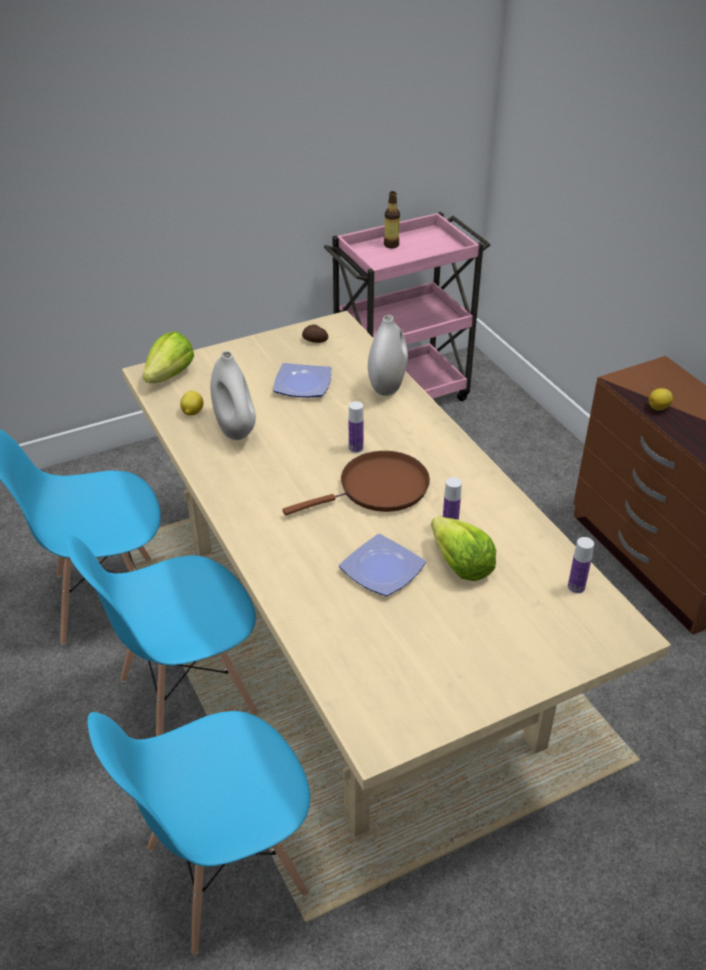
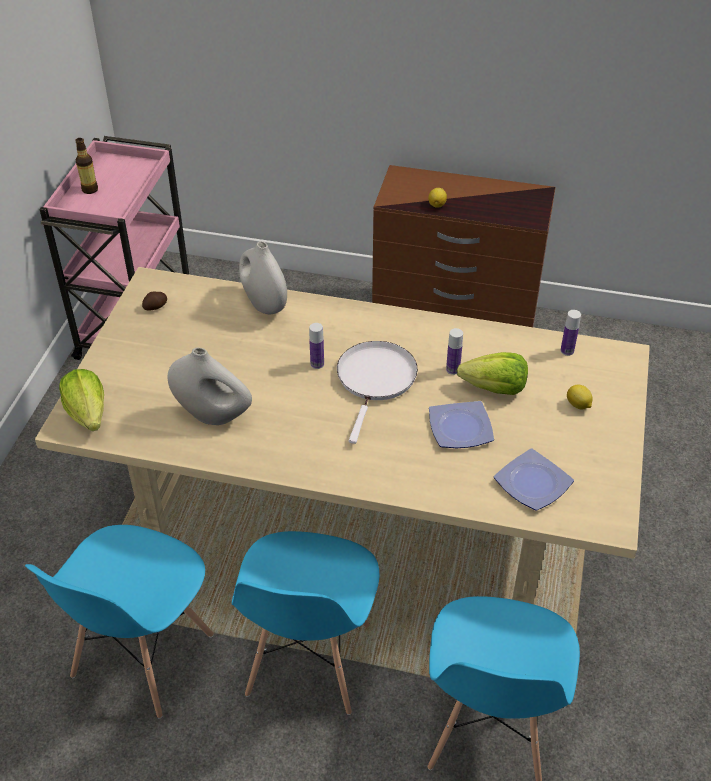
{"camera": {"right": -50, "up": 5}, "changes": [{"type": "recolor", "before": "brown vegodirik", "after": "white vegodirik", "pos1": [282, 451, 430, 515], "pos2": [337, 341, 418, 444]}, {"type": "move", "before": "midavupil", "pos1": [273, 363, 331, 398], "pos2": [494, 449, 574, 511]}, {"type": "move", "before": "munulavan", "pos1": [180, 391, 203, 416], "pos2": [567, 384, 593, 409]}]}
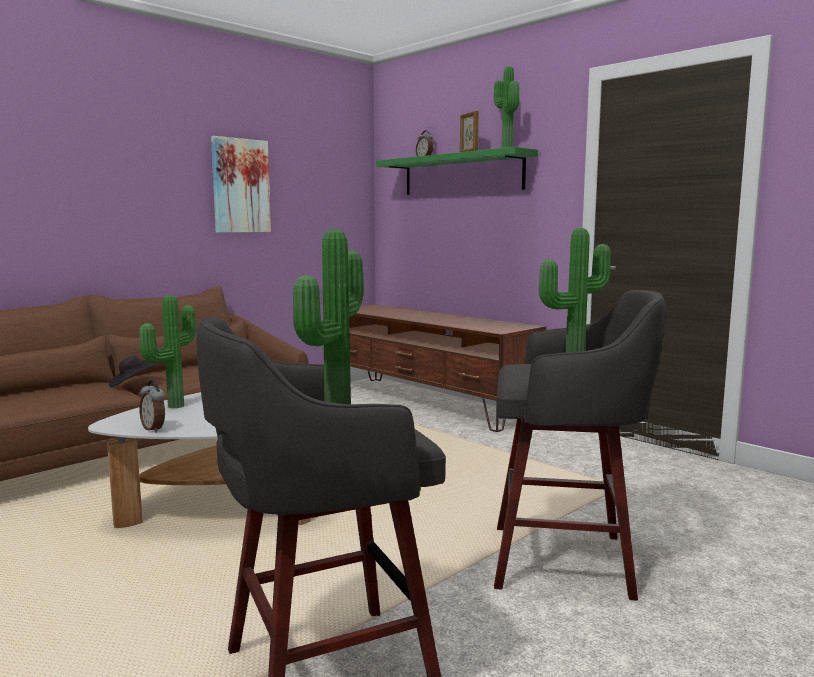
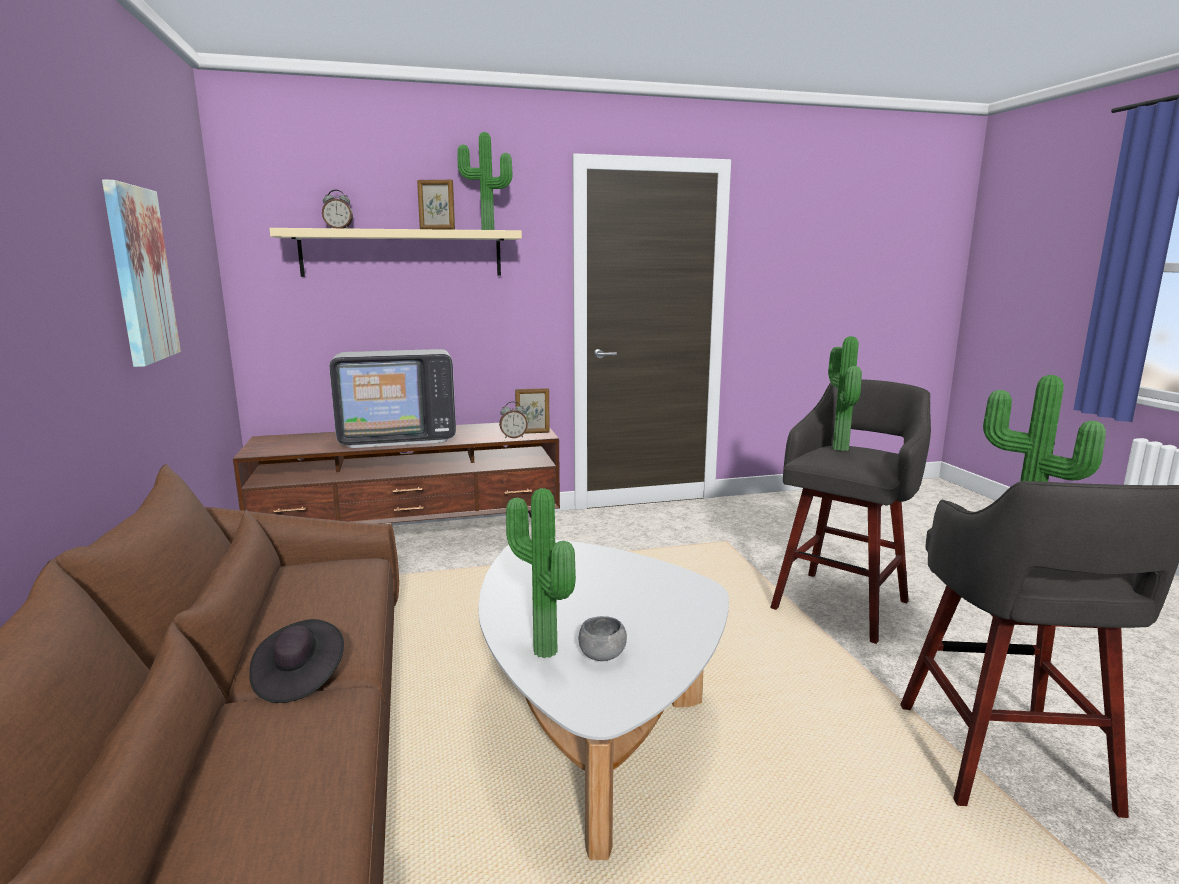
{"camera": {"right": -60, "up": 5}, "changes": [{"type": "recolor", "before": "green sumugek", "after": "beige sumugek", "pos1": [376, 147, 538, 195], "pos2": [269, 228, 522, 277]}, {"type": "insert", "after": "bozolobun", "pos2": [329, 349, 456, 448]}, {"type": "move", "before": "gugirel", "pos1": [139, 380, 165, 433], "pos2": [499, 401, 528, 439]}, {"type": "insert", "after": "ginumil", "pos2": [515, 388, 549, 434]}, {"type": "insert", "after": "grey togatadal", "pos2": [579, 616, 627, 661]}]}
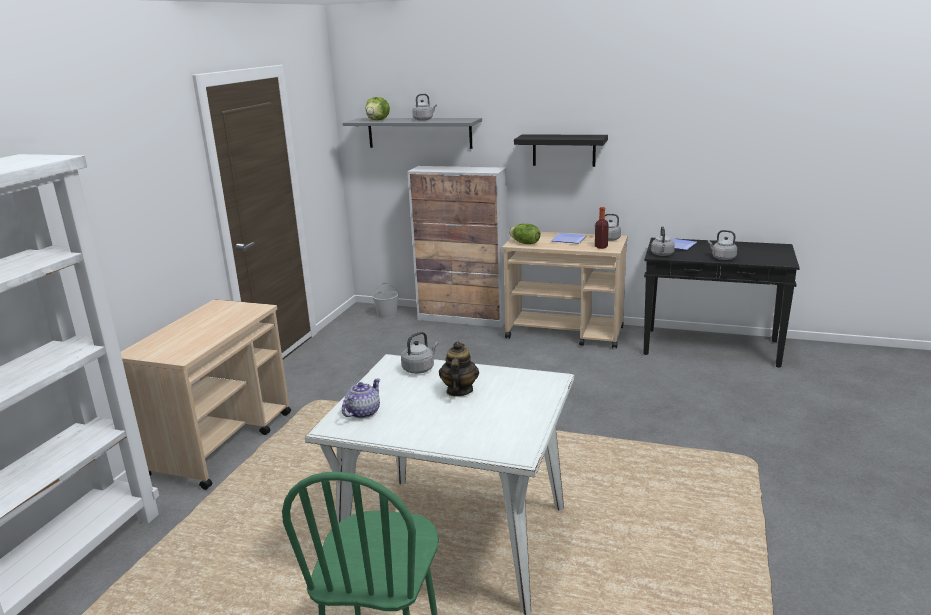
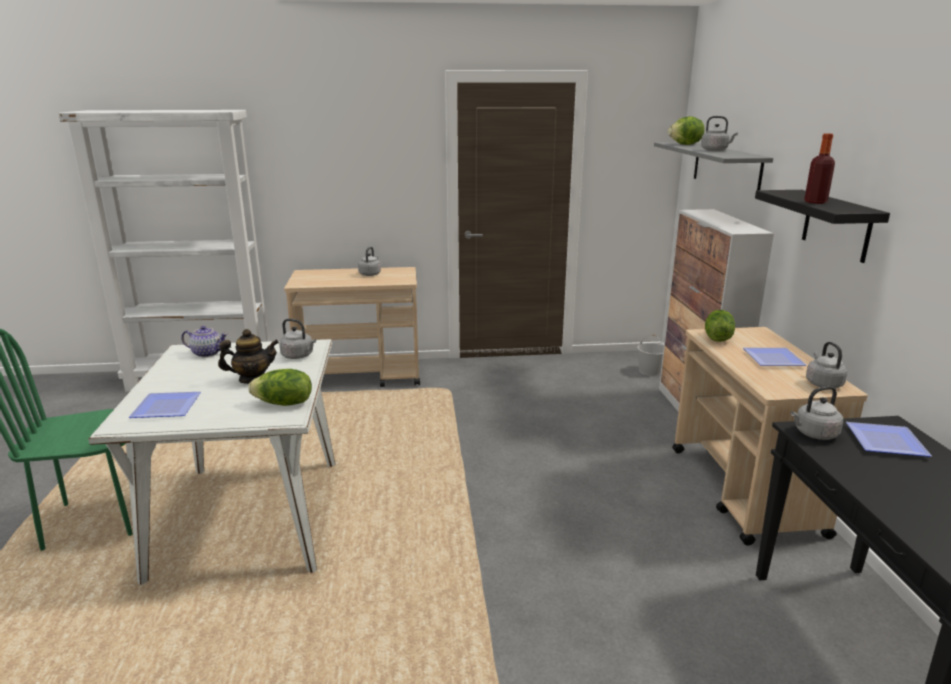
{"camera": {"right": 65, "up": 0}, "changes": [{"type": "insert", "after": "midavupil", "pos2": [129, 392, 201, 418]}, {"type": "insert", "after": "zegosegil", "pos2": [248, 369, 312, 406]}, {"type": "move", "before": "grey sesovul", "pos1": [708, 230, 737, 260], "pos2": [358, 247, 381, 276]}, {"type": "move", "before": "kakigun", "pos1": [595, 207, 609, 249], "pos2": [804, 133, 835, 204]}]}
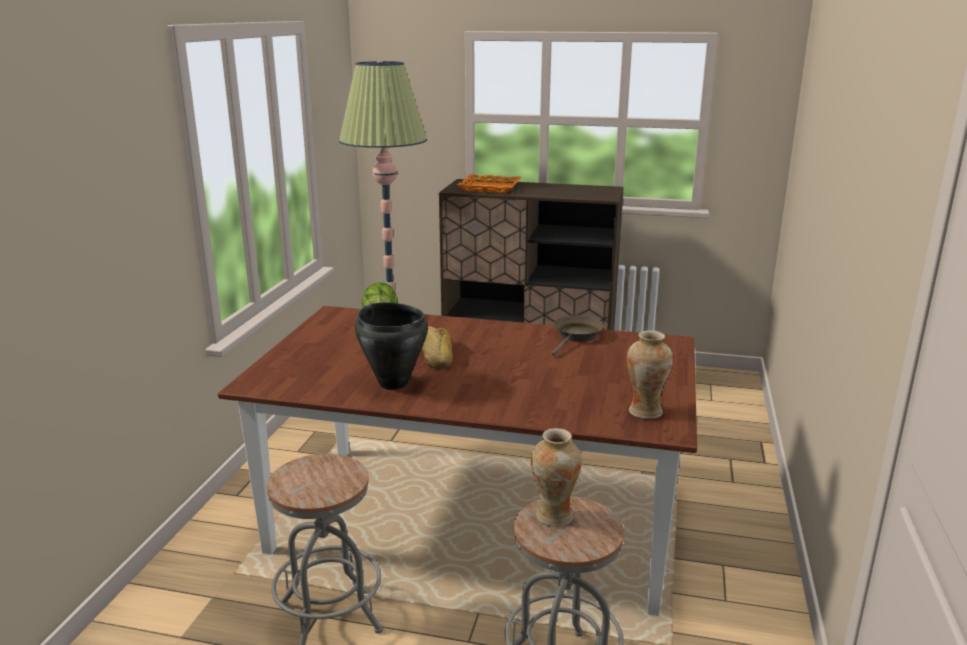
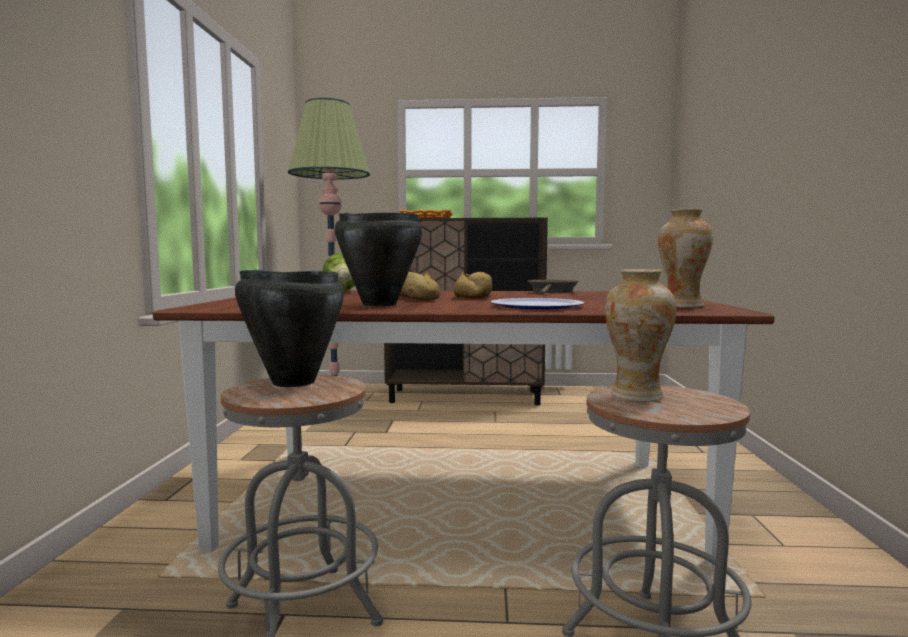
{"camera": {"right": -10, "up": -15}, "changes": [{"type": "insert", "after": "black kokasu", "pos2": [235, 269, 344, 387]}, {"type": "insert", "after": "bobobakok", "pos2": [454, 272, 492, 299]}, {"type": "insert", "after": "midavupil", "pos2": [491, 298, 584, 310]}]}
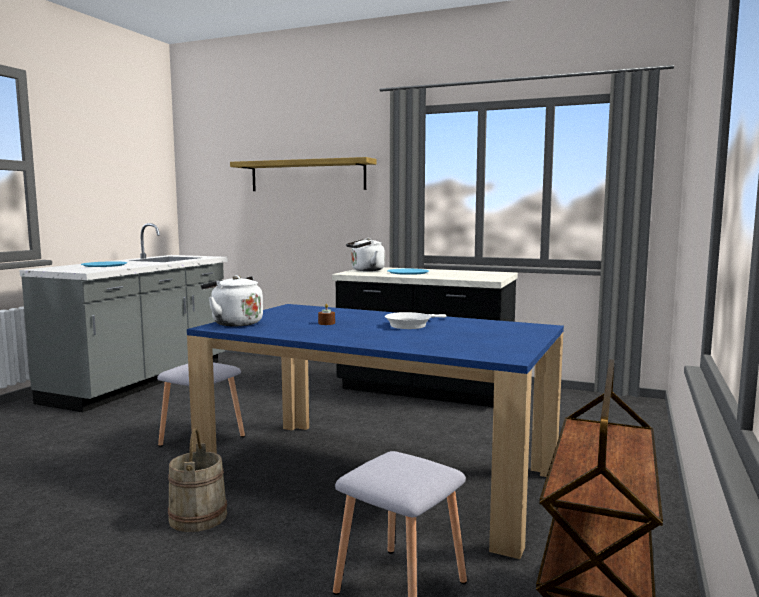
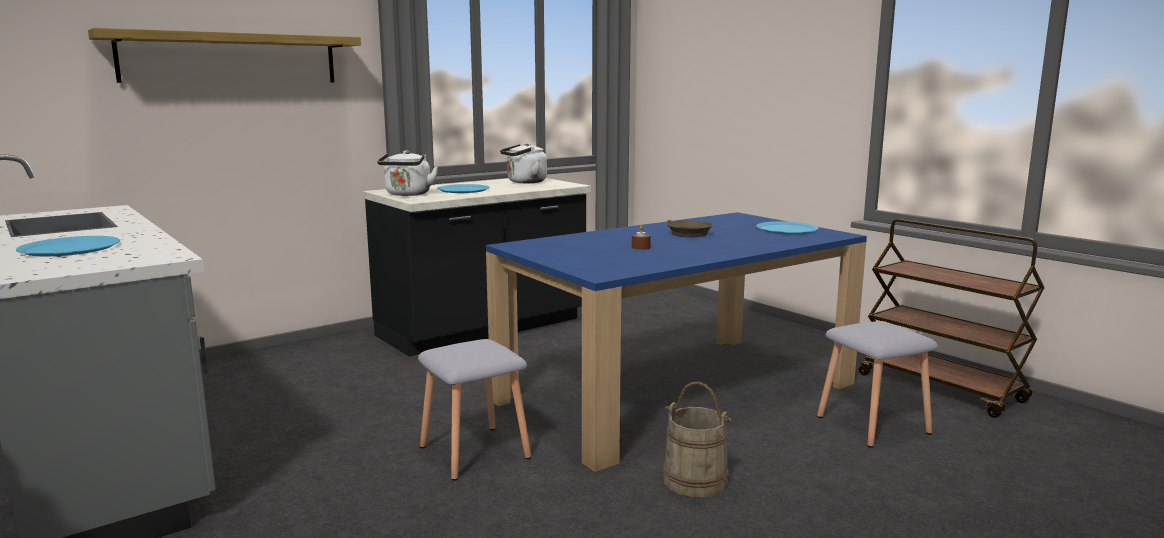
{"camera": {"right": -60, "up": 5}, "changes": [{"type": "move", "before": "white sesovul", "pos1": [201, 275, 263, 326], "pos2": [500, 143, 547, 183]}, {"type": "recolor", "before": "white vegodirik", "after": "brown vegodirik", "pos1": [385, 312, 446, 329], "pos2": [667, 220, 713, 237]}, {"type": "insert", "after": "blue midavupil", "pos2": [756, 221, 819, 234]}]}
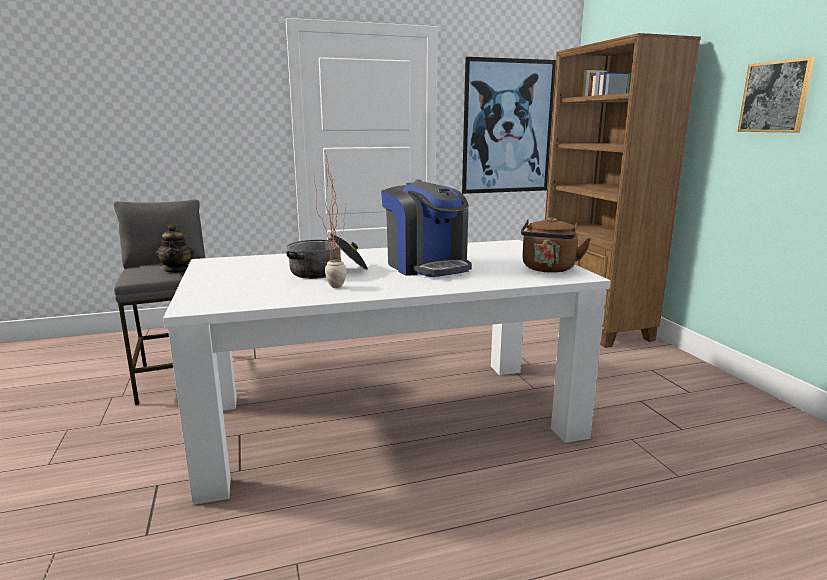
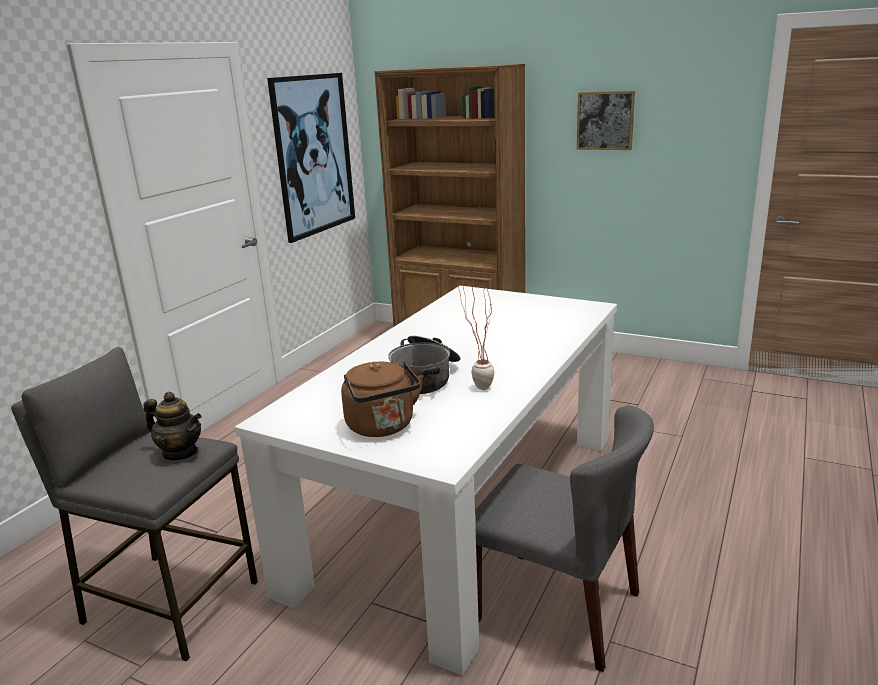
{"camera": {"right": -45, "up": 5}, "changes": [{"type": "move", "before": "brown sesovul", "pos1": [521, 217, 591, 273], "pos2": [341, 361, 423, 437]}, {"type": "insert", "after": "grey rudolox", "pos2": [475, 406, 654, 672]}, {"type": "delete", "before": "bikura", "pos1": [381, 182, 472, 277]}]}
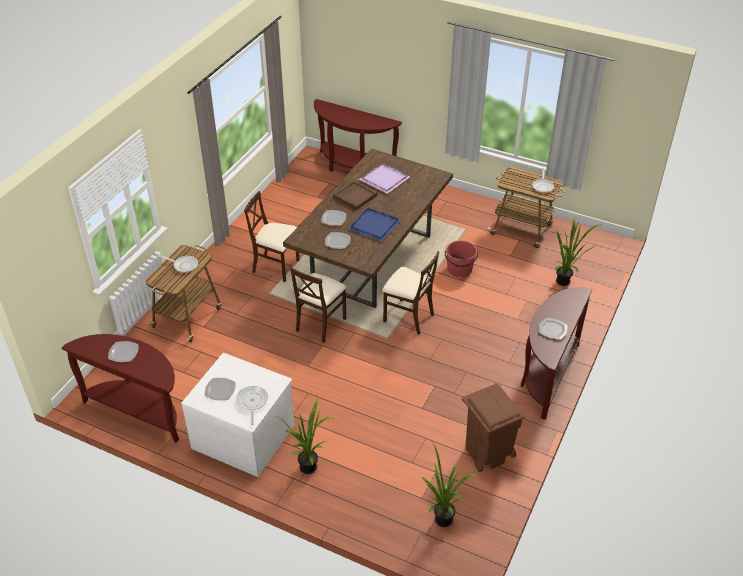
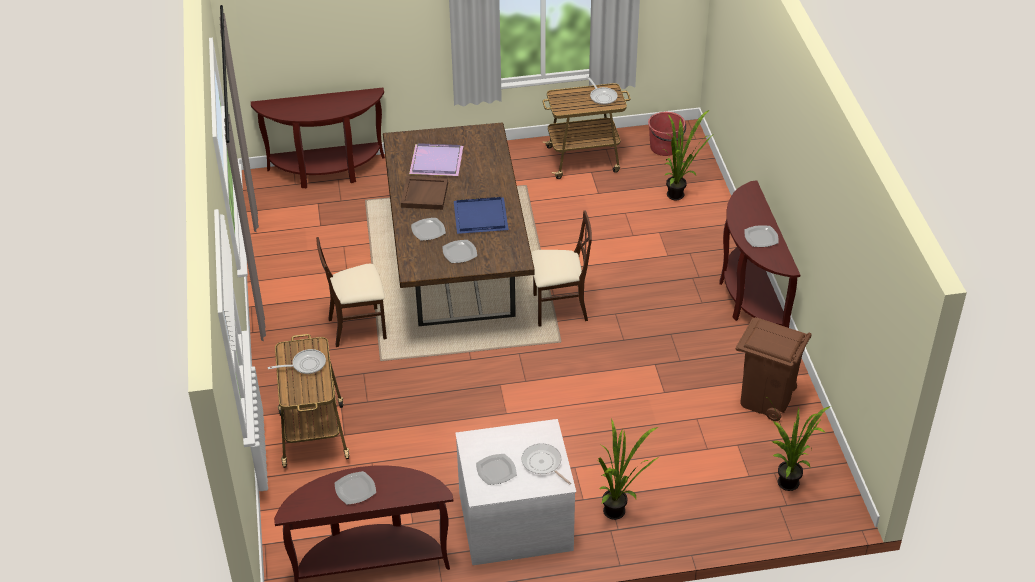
{"camera": {"right": -35, "up": 0}, "changes": [{"type": "move", "before": "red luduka", "pos1": [445, 240, 478, 278], "pos2": [648, 112, 686, 156]}, {"type": "delete", "before": "beige rudolox", "pos1": [290, 267, 347, 343]}]}
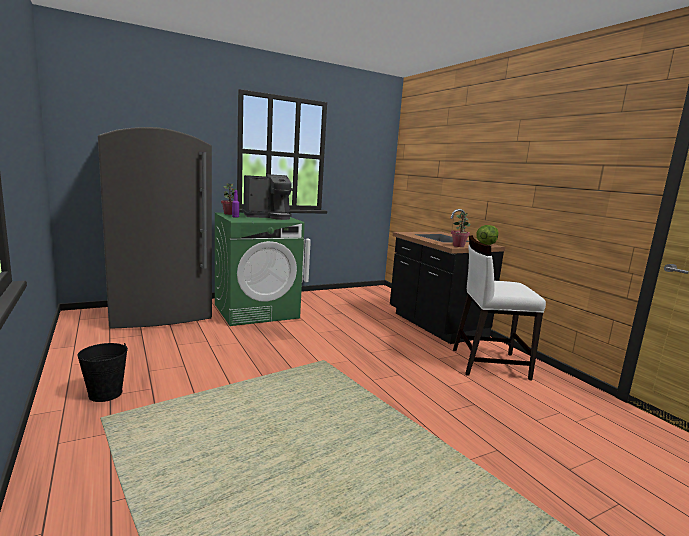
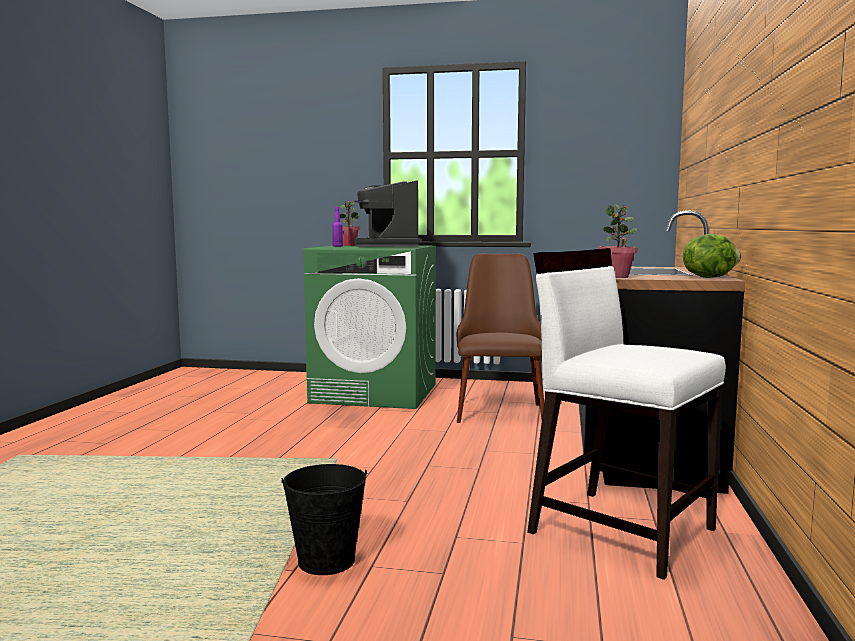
{"camera": {"right": 40, "up": -5}, "changes": [{"type": "move", "before": "black luduka", "pos1": [77, 343, 128, 402], "pos2": [281, 464, 368, 575]}, {"type": "rotate", "before": "bikura", "pos1": [242, 174, 293, 220], "pos2": [354, 180, 421, 247], "turn": 60}, {"type": "insert", "after": "brown rudolox", "pos2": [457, 253, 544, 423]}, {"type": "delete", "before": "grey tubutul", "pos1": [98, 127, 212, 329]}]}
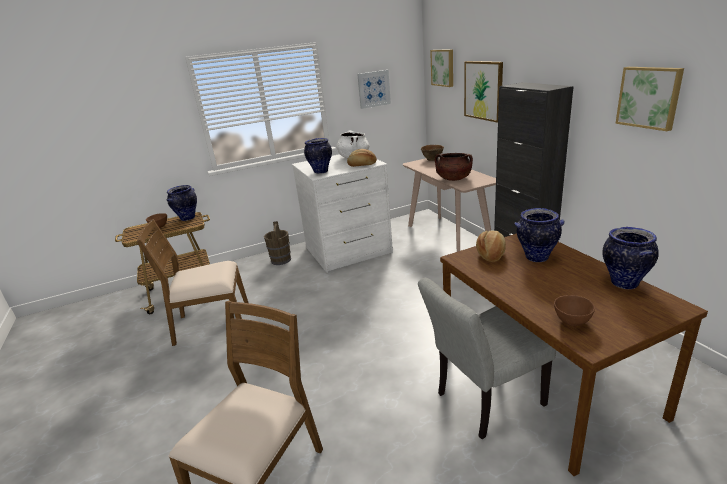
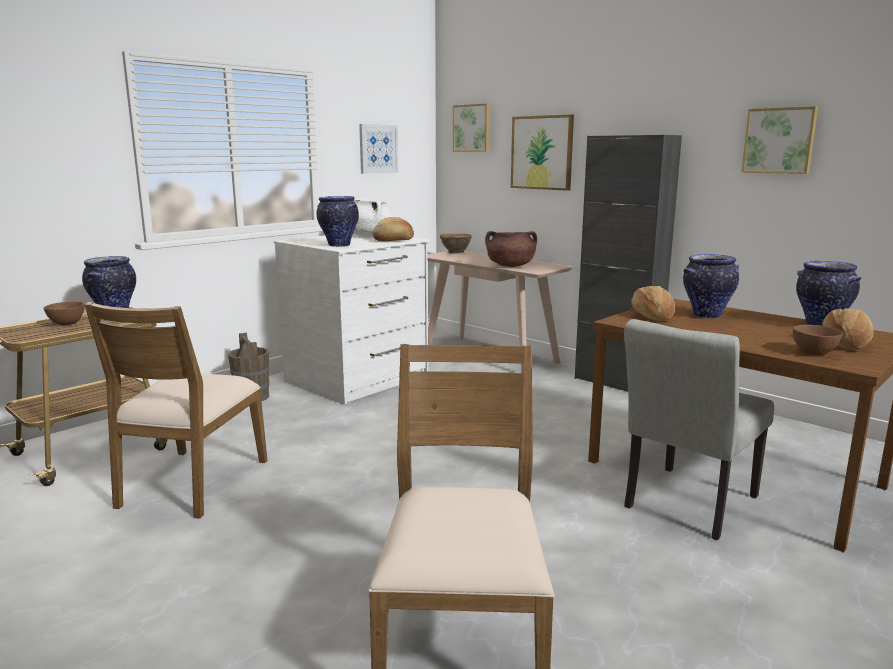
{"camera": {"right": -25, "up": -10}, "changes": [{"type": "rotate", "before": "brown rudolox", "pos1": [137, 219, 248, 346], "pos2": [85, 302, 267, 519], "turn": -45}, {"type": "insert", "after": "bobobakok", "pos2": [822, 308, 874, 350]}]}
